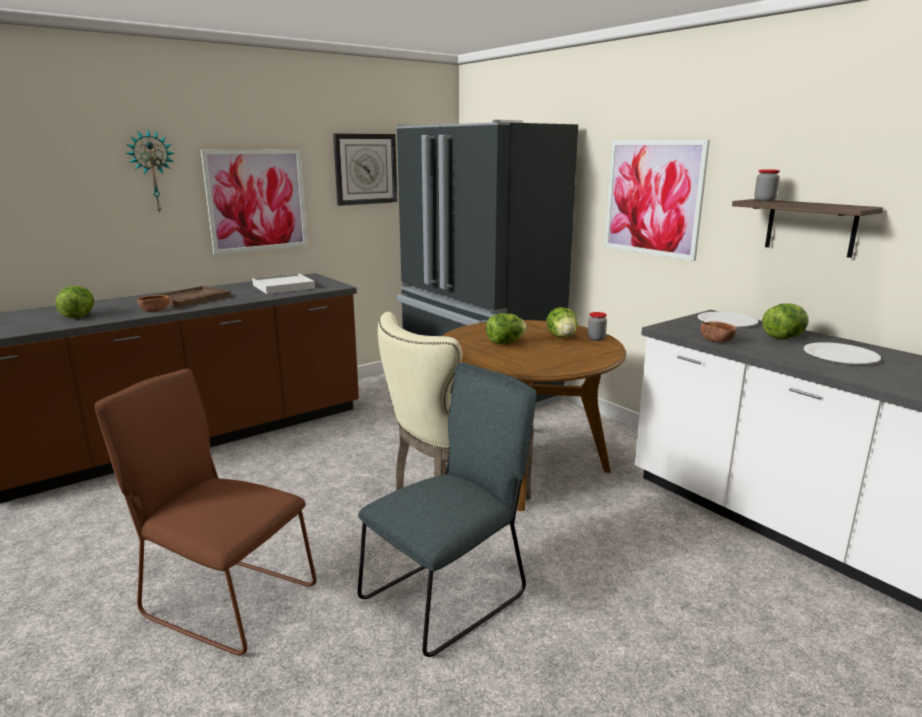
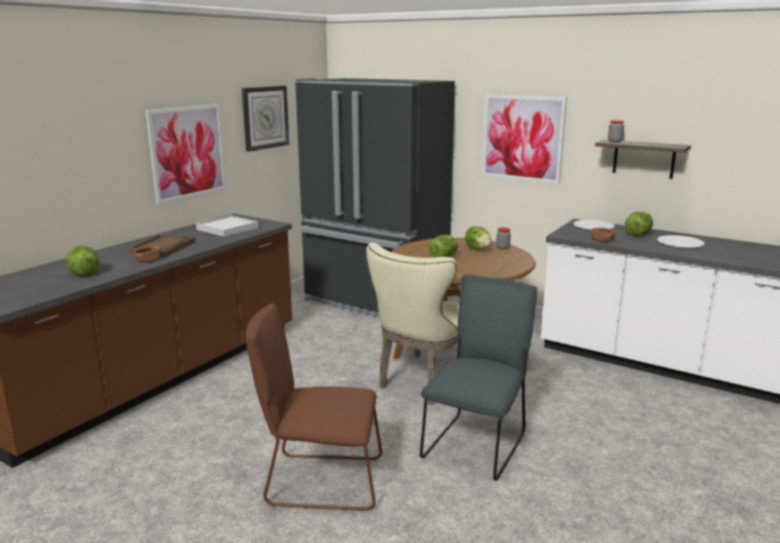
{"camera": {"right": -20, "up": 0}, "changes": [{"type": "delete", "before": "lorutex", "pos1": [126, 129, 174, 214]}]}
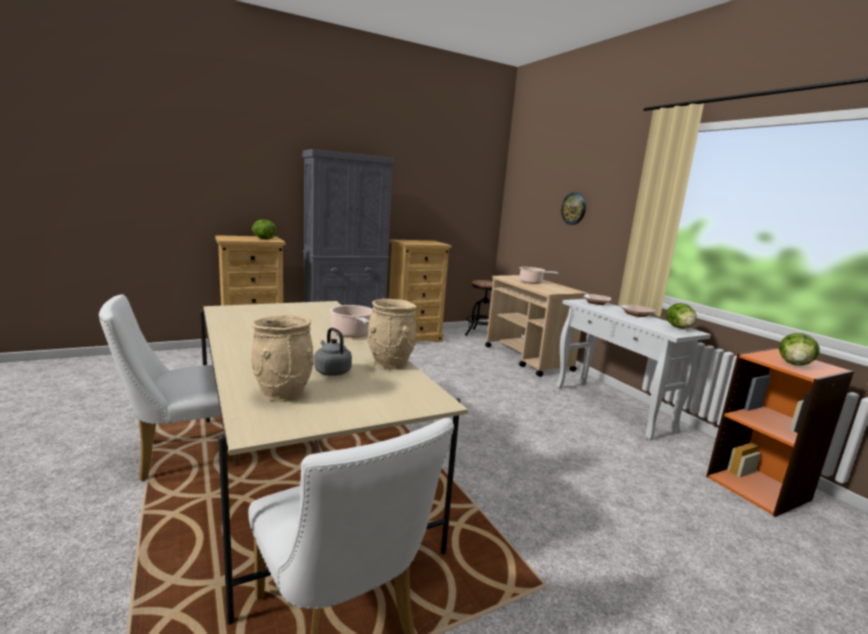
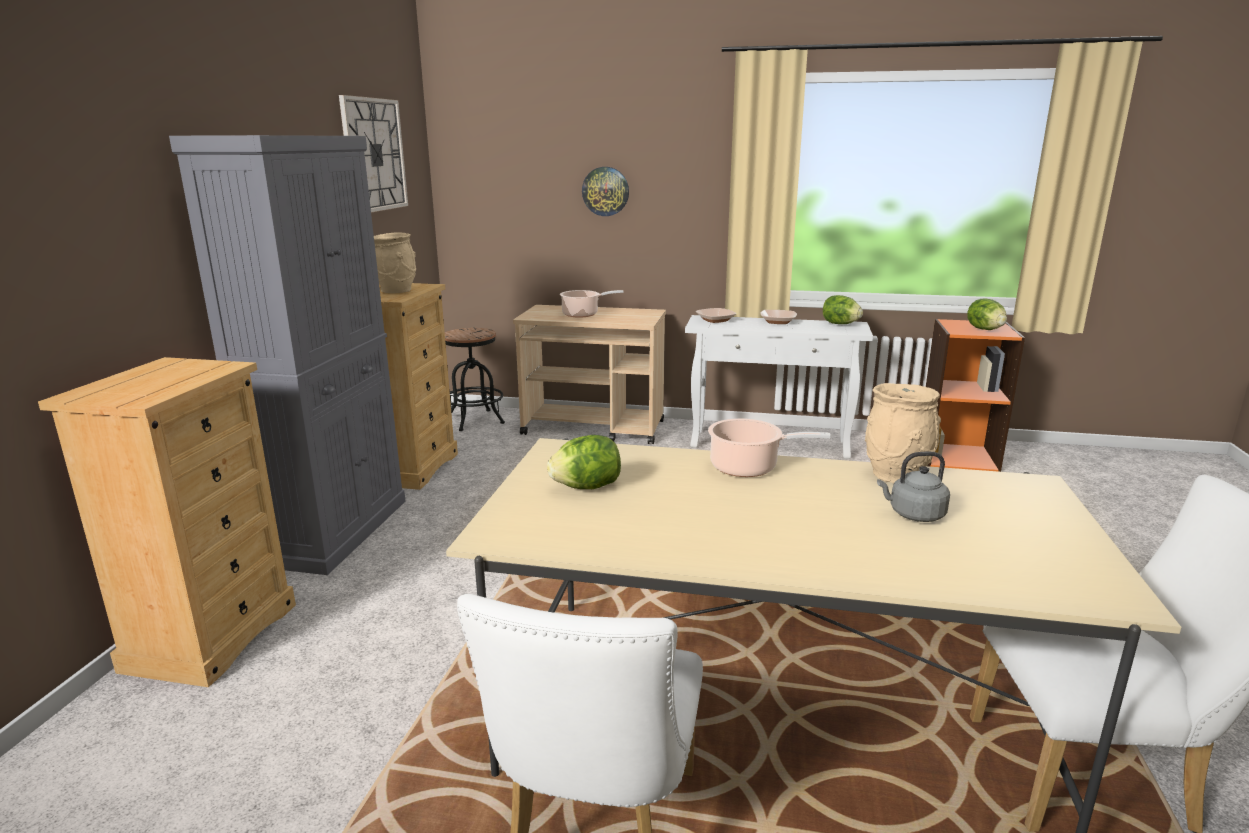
{"camera": {"right": -50, "up": 5}, "changes": [{"type": "insert", "after": "lorutex", "pos2": [339, 95, 408, 212]}, {"type": "move", "before": "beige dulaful", "pos1": [251, 315, 314, 402], "pos2": [374, 232, 416, 293]}, {"type": "move", "before": "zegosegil", "pos1": [252, 219, 276, 239], "pos2": [547, 435, 621, 489]}]}
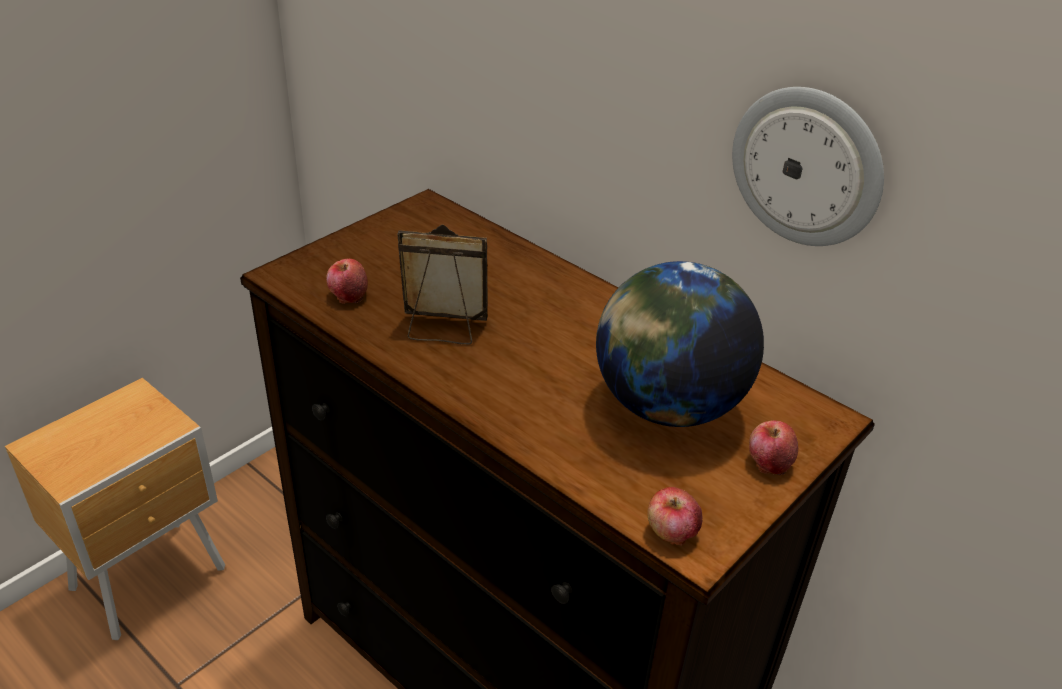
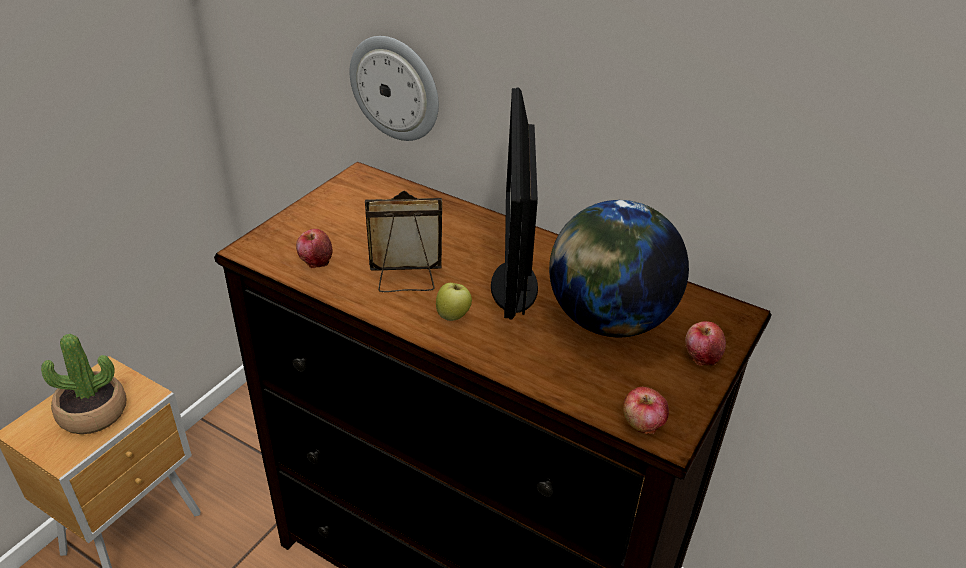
{"camera": {"right": -10, "up": 0}, "changes": [{"type": "insert", "after": "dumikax", "pos2": [41, 334, 127, 434]}, {"type": "move", "before": "lorutex", "pos1": [732, 87, 884, 246], "pos2": [349, 36, 439, 141]}, {"type": "insert", "after": "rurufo", "pos2": [436, 283, 472, 321]}, {"type": "insert", "after": "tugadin", "pos2": [491, 88, 538, 319]}]}
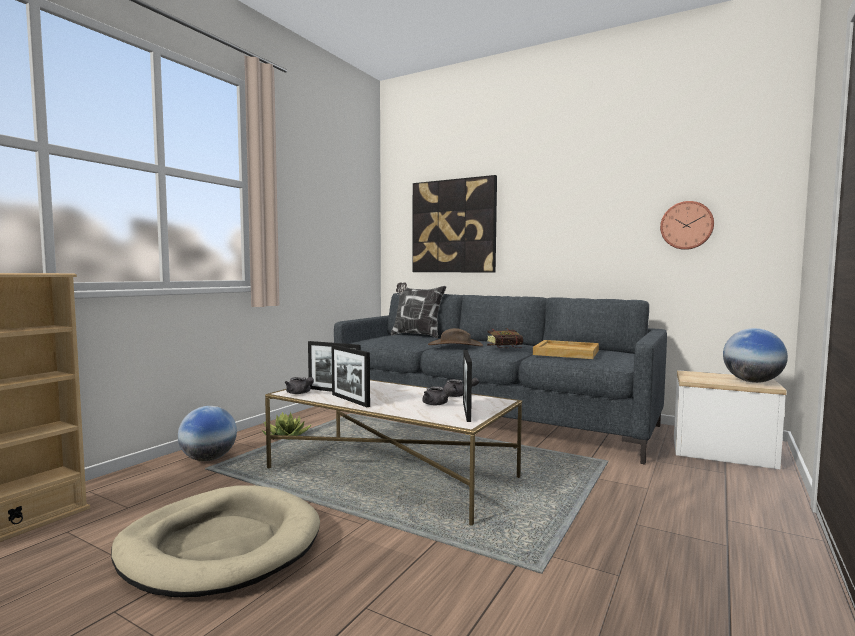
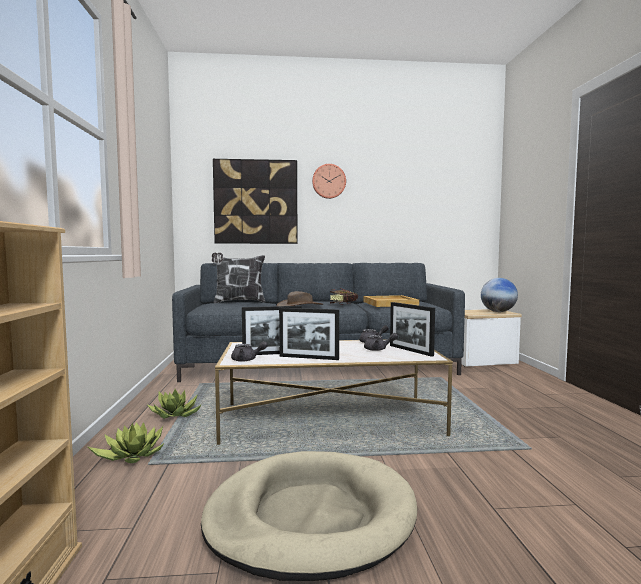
{"camera": {"right": -35, "up": 0}, "changes": [{"type": "replace", "before": "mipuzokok", "after": "dumikax", "pos1": [178, 406, 237, 461], "pos2": [88, 422, 164, 463]}, {"type": "move", "before": "lorutex", "pos1": [660, 201, 714, 250], "pos2": [312, 164, 346, 199]}]}
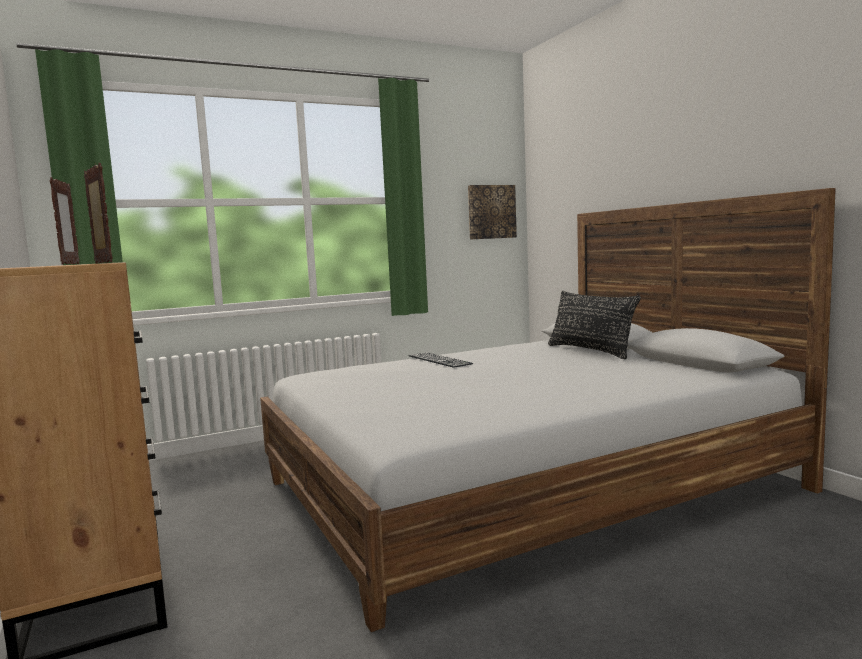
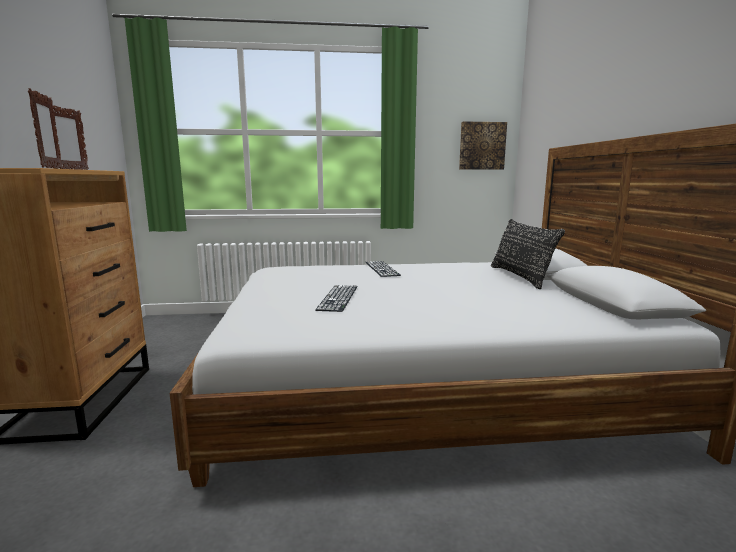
{"camera": {"right": 20, "up": 5}, "changes": [{"type": "insert", "after": "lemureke", "pos2": [315, 285, 358, 312]}]}
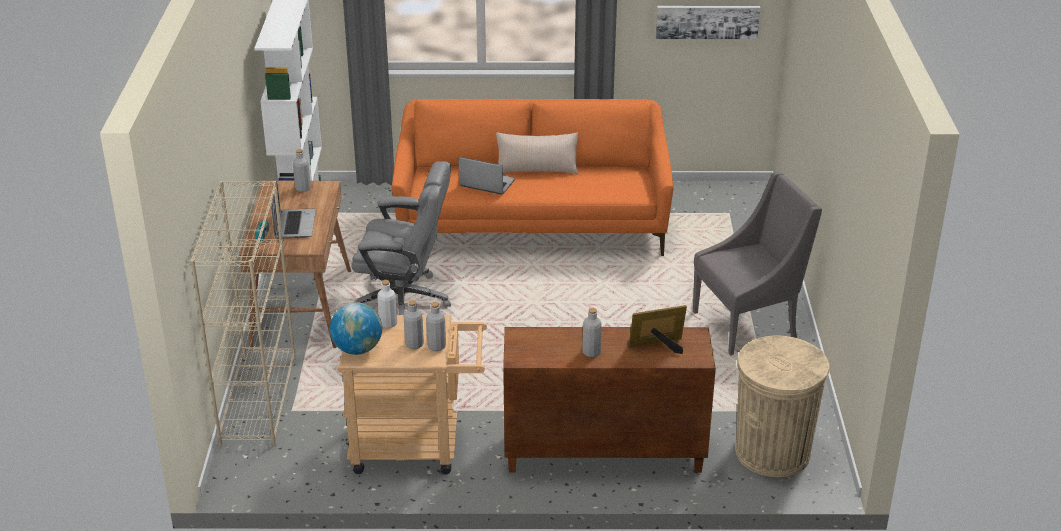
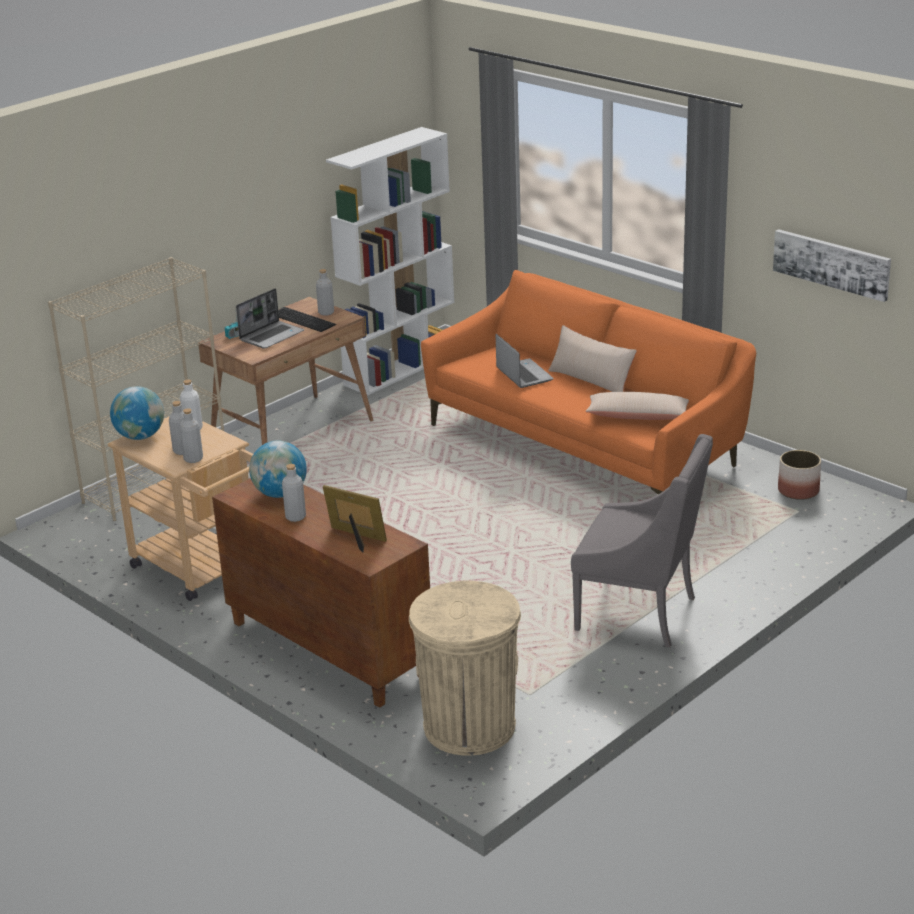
{"camera": {"right": 45, "up": -5}, "changes": [{"type": "insert", "after": "mipuzokok", "pos2": [249, 441, 307, 498]}, {"type": "insert", "after": "lemureke", "pos2": [278, 307, 336, 332]}, {"type": "insert", "after": "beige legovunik", "pos2": [585, 392, 689, 420]}, {"type": "insert", "after": "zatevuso", "pos2": [778, 450, 821, 500]}, {"type": "delete", "before": "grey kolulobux", "pos1": [352, 161, 451, 315]}]}
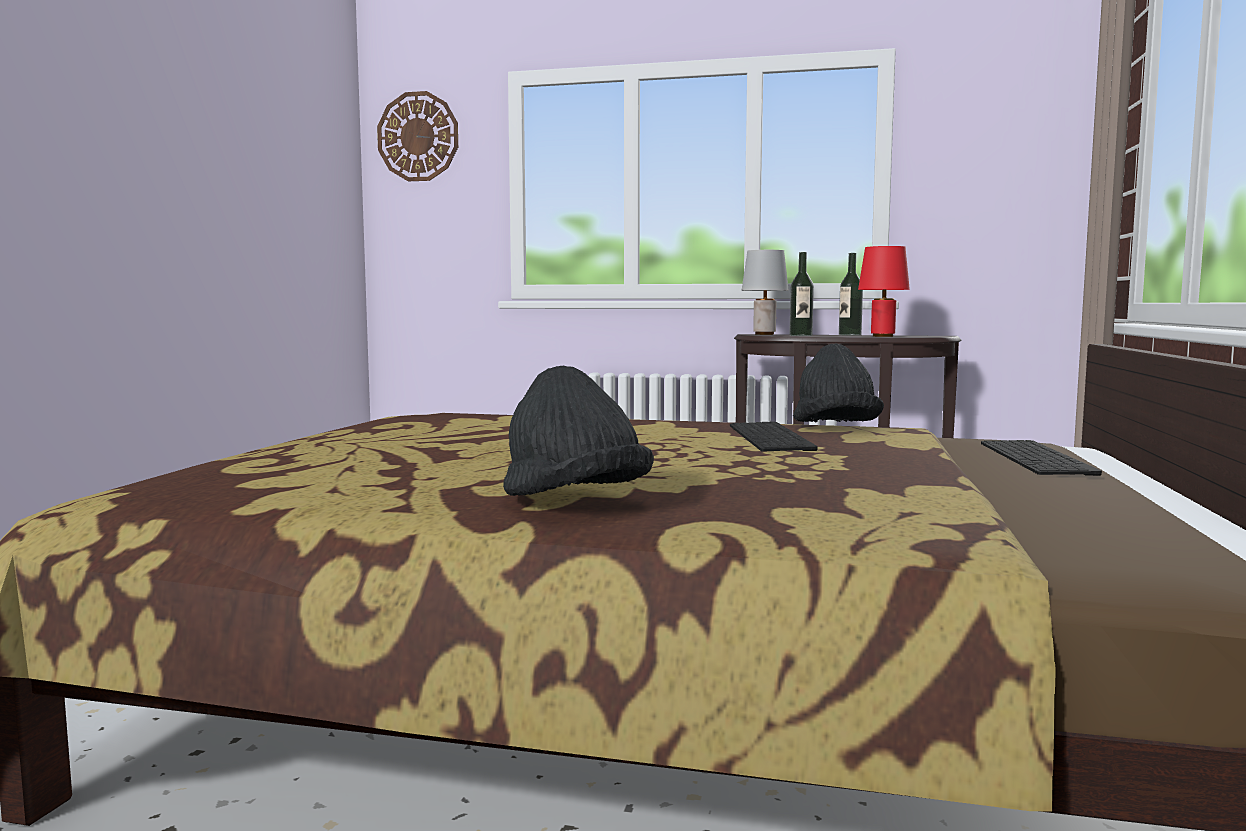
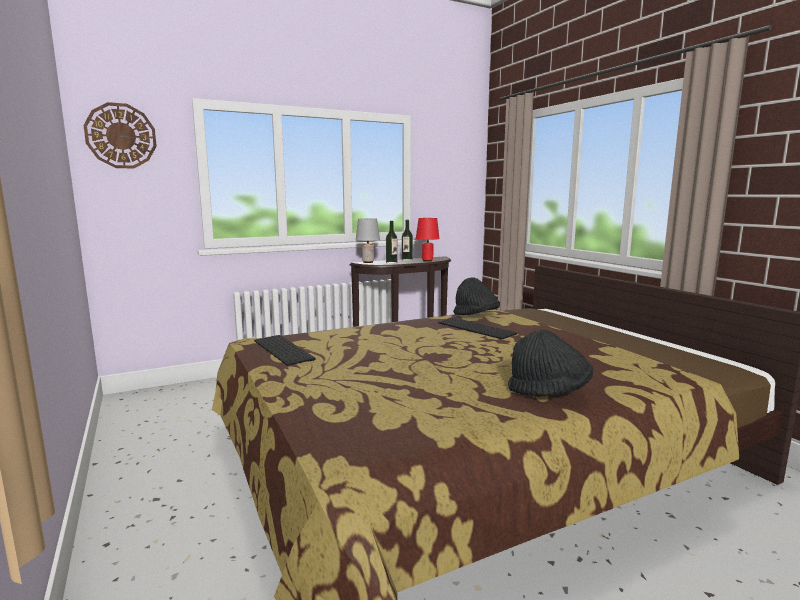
{"camera": {"right": -40, "up": 5}, "changes": [{"type": "move", "before": "lemureke", "pos1": [981, 440, 1102, 476], "pos2": [254, 335, 315, 366]}]}
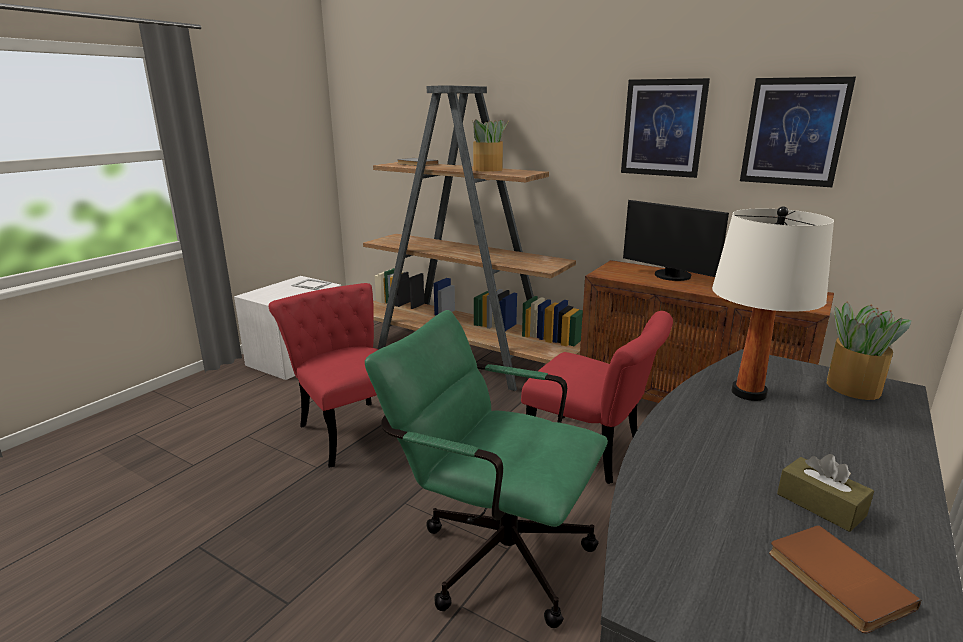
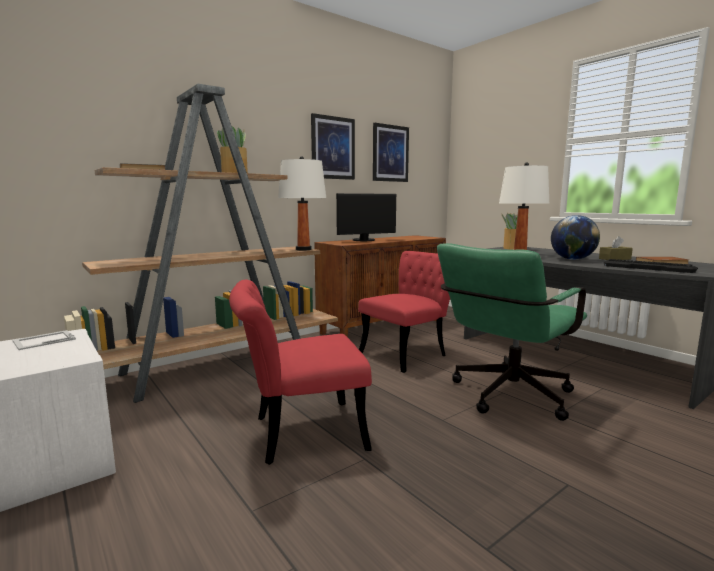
{"camera": {"right": -70, "up": -10}, "changes": [{"type": "insert", "after": "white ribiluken", "pos2": [278, 156, 326, 251]}, {"type": "insert", "after": "mipuzokok", "pos2": [551, 215, 600, 260]}, {"type": "insert", "after": "lemureke", "pos2": [604, 259, 698, 273]}]}
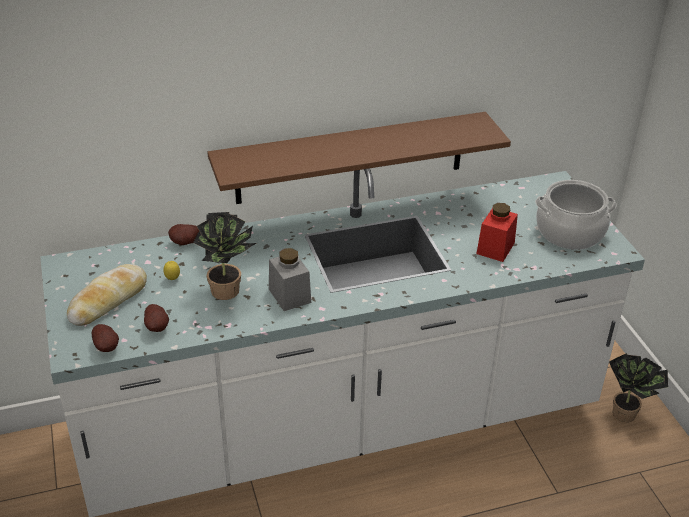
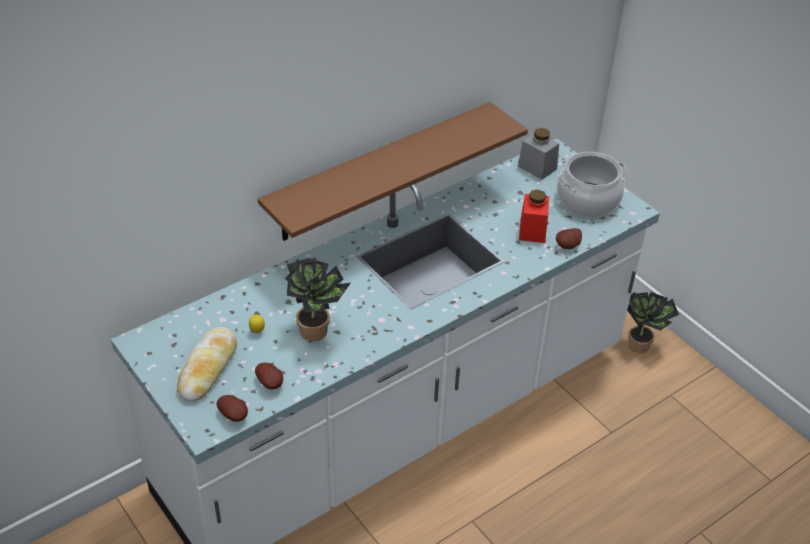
{"camera": {"right": -20, "up": 5}, "changes": [{"type": "move", "before": "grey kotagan", "pos1": [269, 248, 311, 311], "pos2": [518, 128, 559, 180]}, {"type": "move", "before": "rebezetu", "pos1": [168, 224, 199, 245], "pos2": [556, 228, 582, 249]}]}
